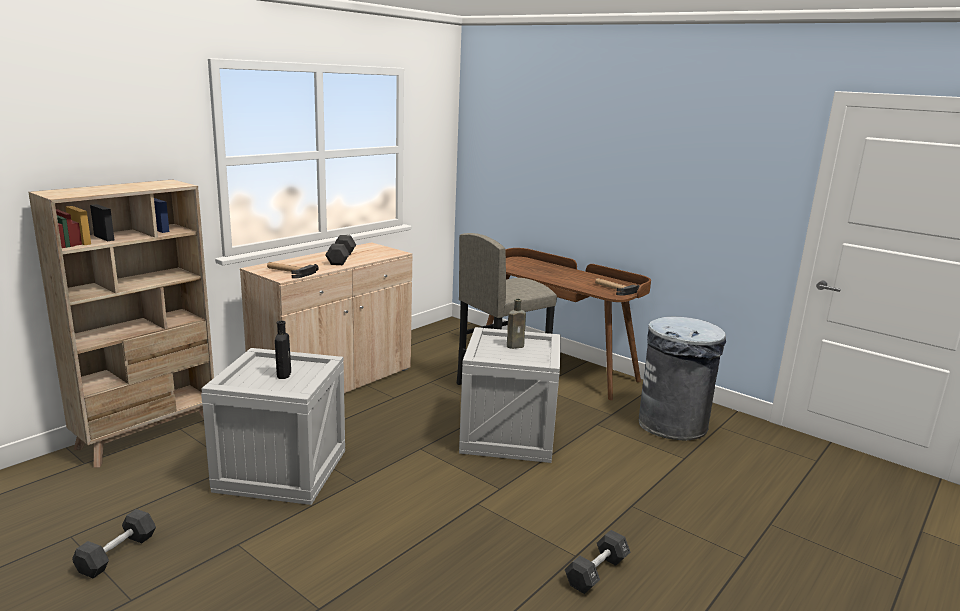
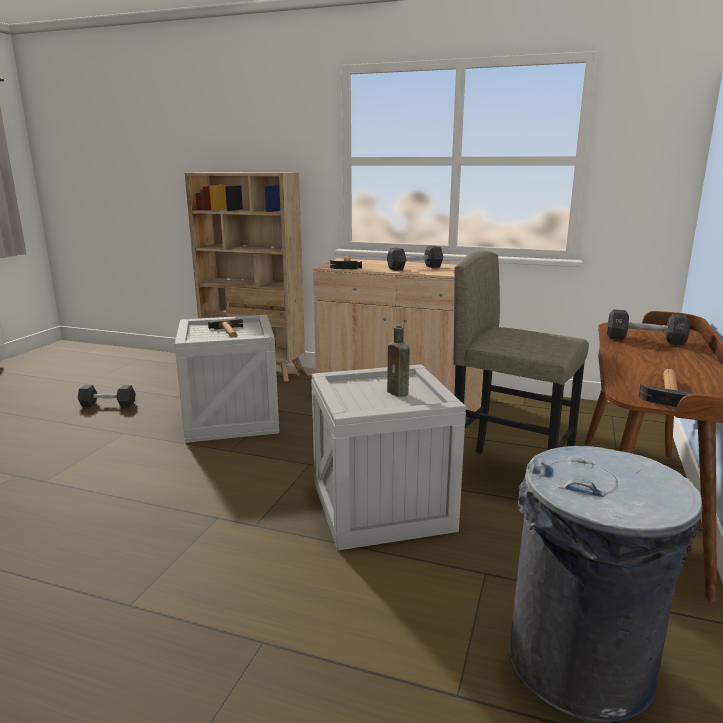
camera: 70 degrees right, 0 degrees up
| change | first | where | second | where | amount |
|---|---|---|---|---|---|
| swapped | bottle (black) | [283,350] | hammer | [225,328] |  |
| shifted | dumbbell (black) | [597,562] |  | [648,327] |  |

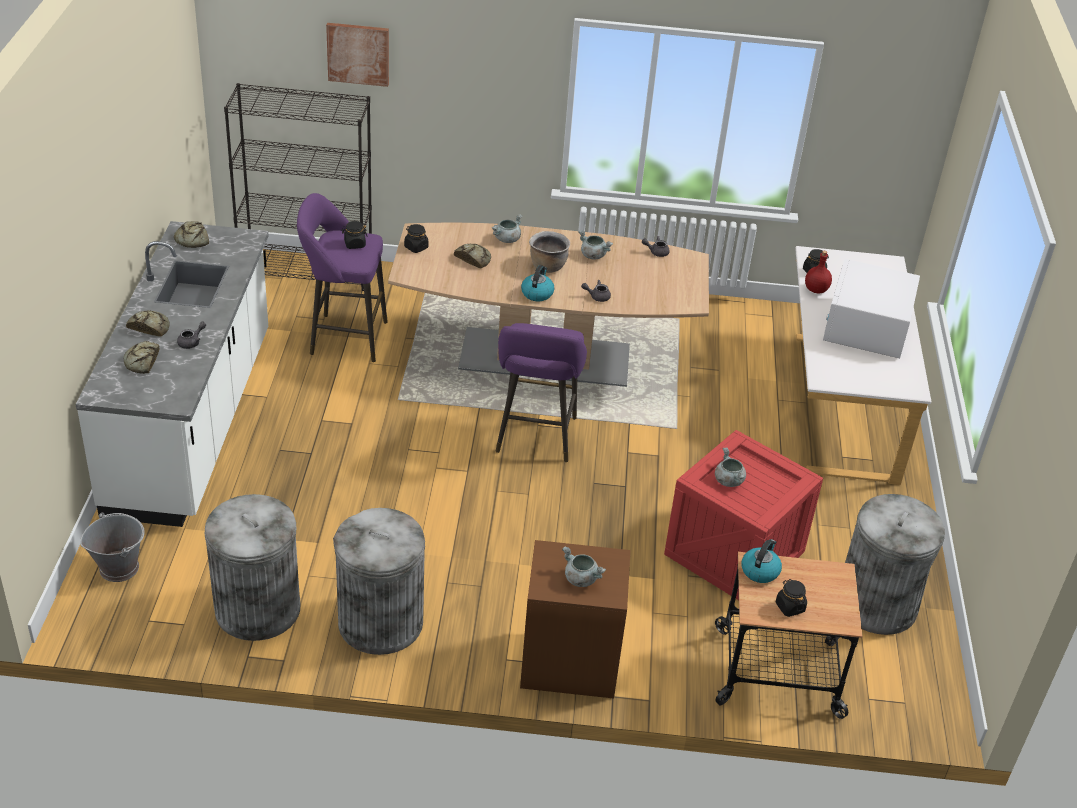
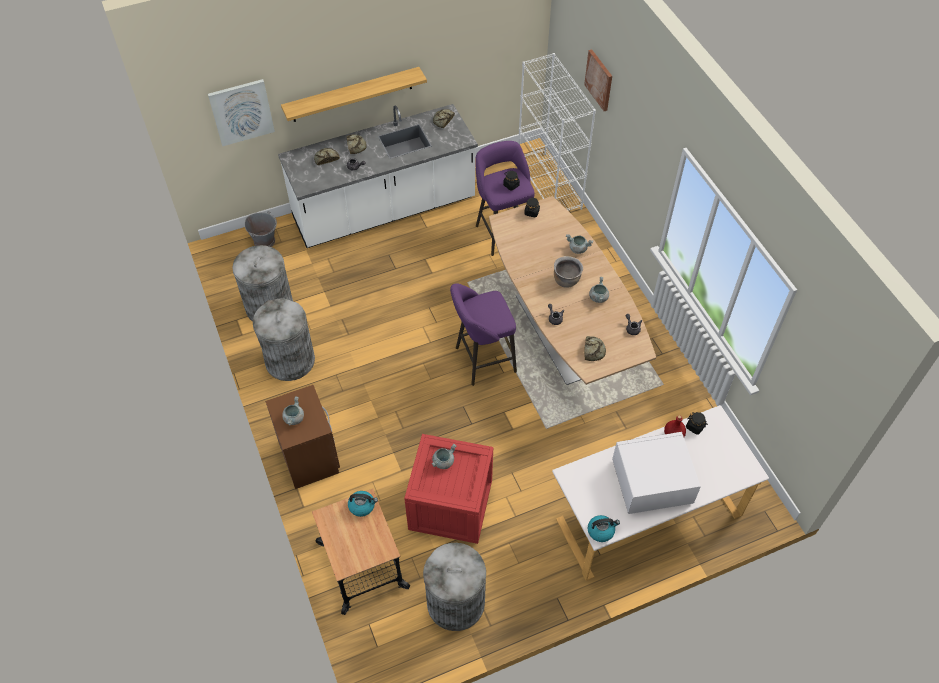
camera: 65 degrees right, 15 degrees up
| change | first | where | second | where | amount |
|---|---|---|---|---|---|
| repainted | bookcase (black) | [298,187] | bookcase (white) | [557,131] |  |
| shifted | bread | [472,256] |  | [595,348] |  |
| shifted | kettle | [537,283] |  | [604,528] |  |
| gone | jar (black) | [791,598] |  |  |  |
| new |  |  | shelf | [354,94] |  |
| new |  |  | picture | [241,112] |  |

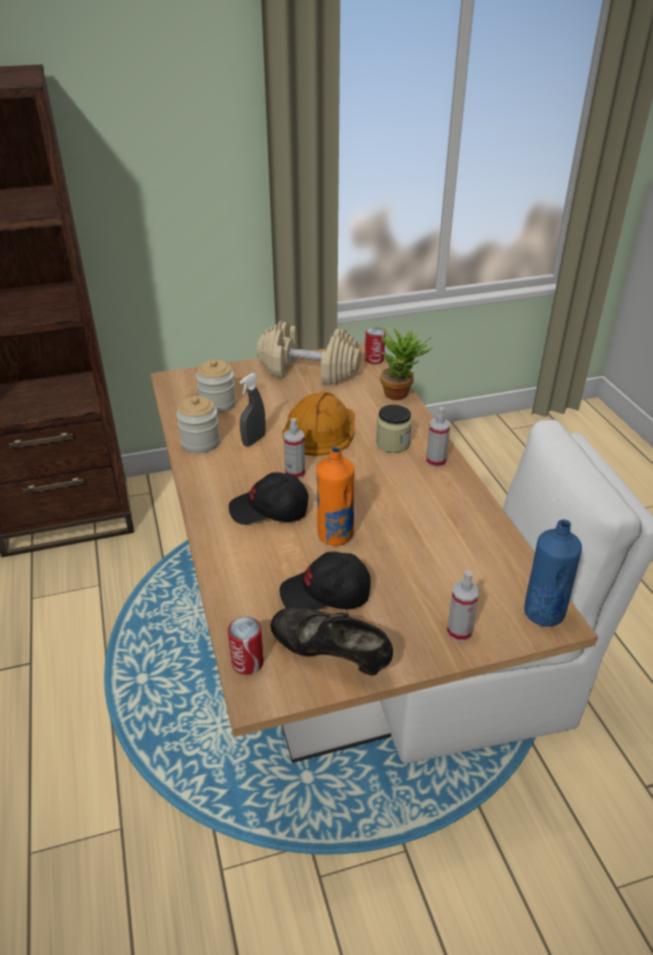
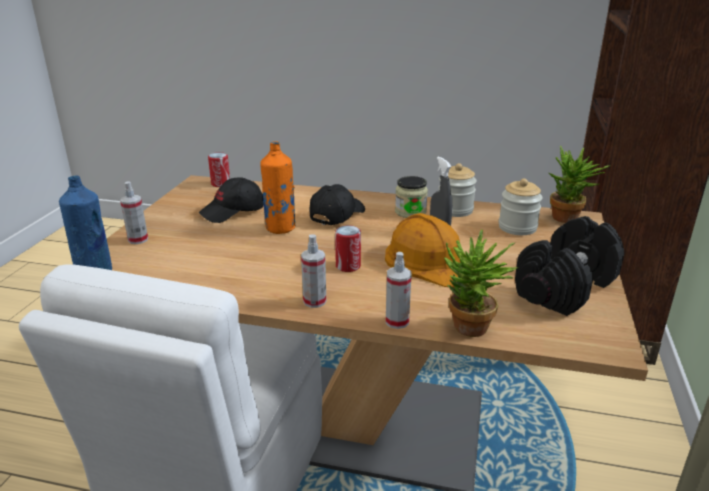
camera: 120 degrees right, 10 degrees down
| change | first | where | second | where | amount |
|---|---|---|---|---|---|
| repainted | dumbbell (beige) | [309,353] | dumbbell (black) | [569,266] |  |
| shifted | can | [375,345] |  | [348,248] |  |
| shifted | jar | [394,429] |  | [411,197] |  |
| shifted | spray bottle | [294,448] |  | [399,290] |  |
| rotated | cap (black) | [325,581] |  | [231,200] | 150 degrees counterclockwise |
| gone | shoe (black) | [332,642] |  |  |  |
| new |  |  | potted plant | [579,184] |  |

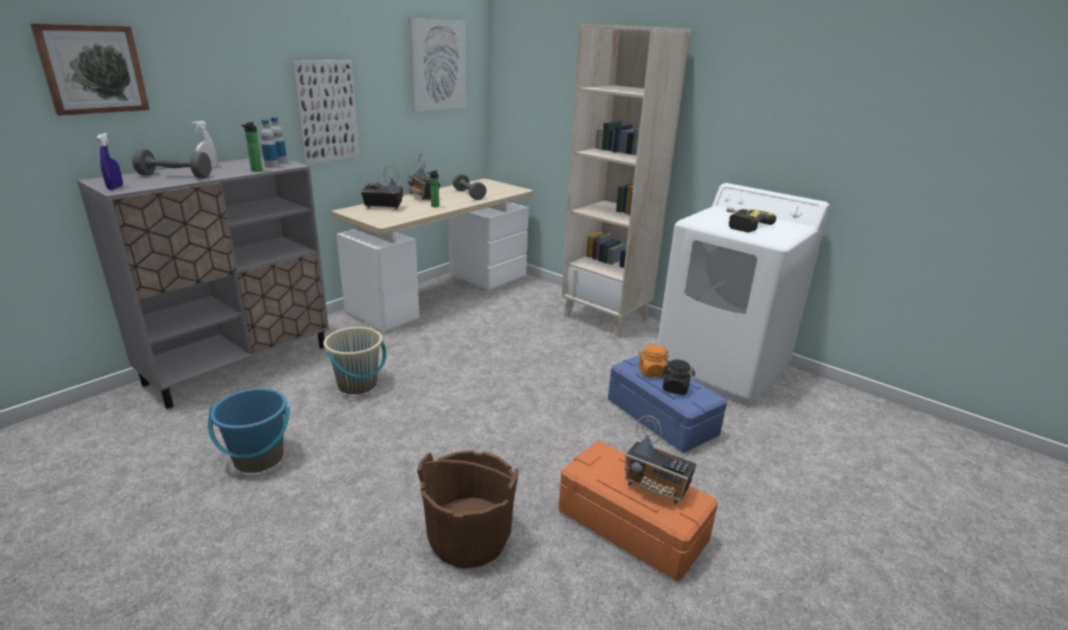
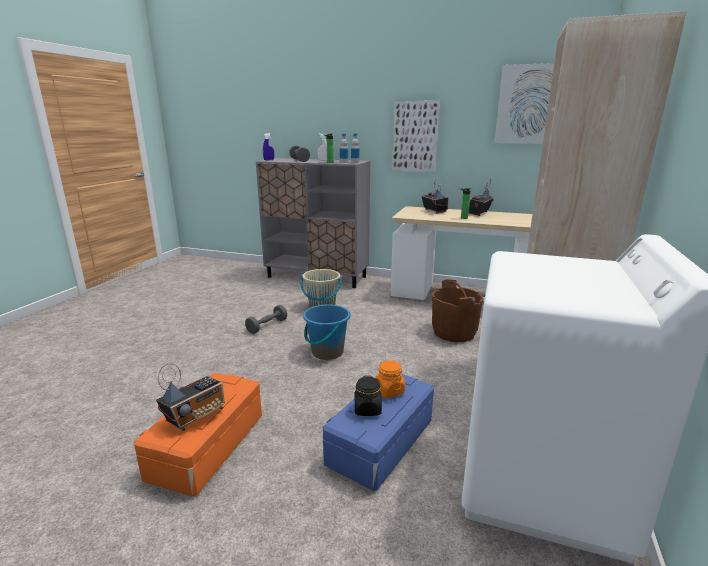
camera: 70 degrees right, 5 degrees down
| change | first | where | second | where | amount |
|---|---|---|---|---|---|
| gone | picture | [90,69] |  |  |  |
| shifted | dumbbell (grey) | [470,187] |  | [266,319] |  |
| gone | power drill | [751,220] |  |  |  |
| shifted | bucket (blue) | [249,430] |  | [326,332] |  |
| rotated | radio | [660,460] |  | [190,397] | 150 degrees counterclockwise |
| shifted | bucket (brown) | [468,509] |  | [458,310] |  |

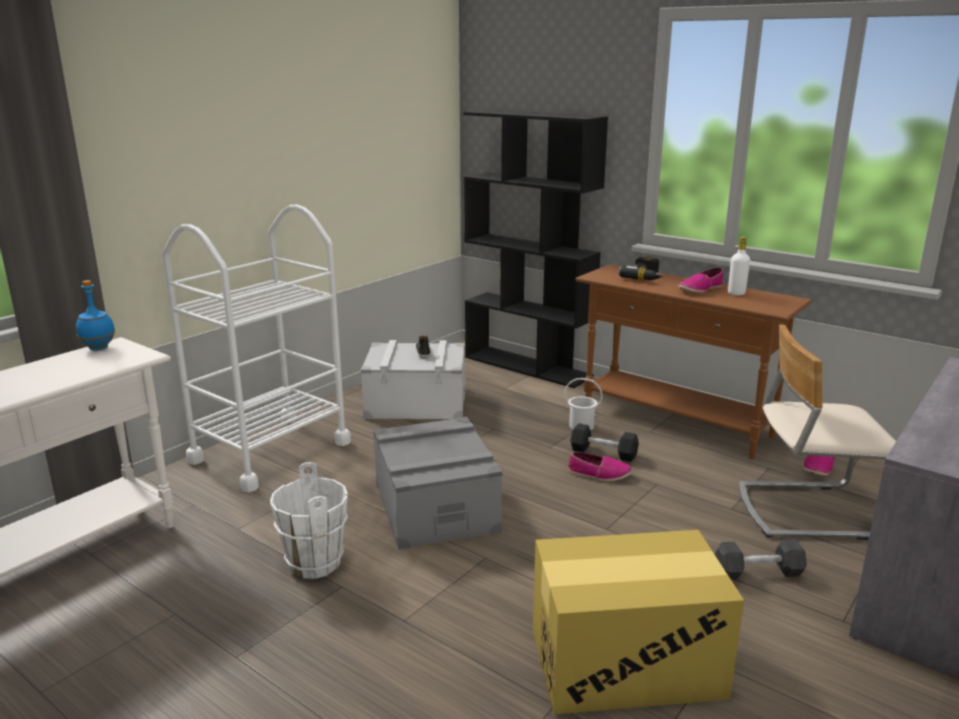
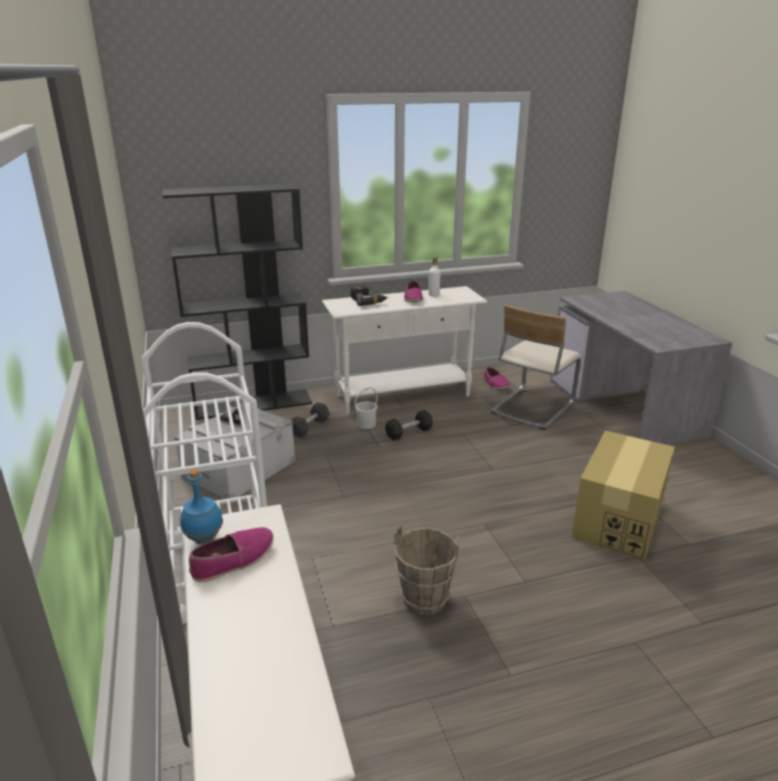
camera: 55 degrees left, 5 degrees up
| change | first | where | second | where | amount |
|---|---|---|---|---|---|
| repainted | console table (brown) | [694,361] | console table (white) | [404,350] |  |
| gone | storage box (grey) | [437,483] |  |  |  |
| shifted | shoe | [600,466] |  | [231,554] |  |
| repainted | bucket (white) | [309,520] | bucket (brown) | [426,570] |  |
| shifted | dumbbell (black) | [761,559] |  | [311,420] |  |

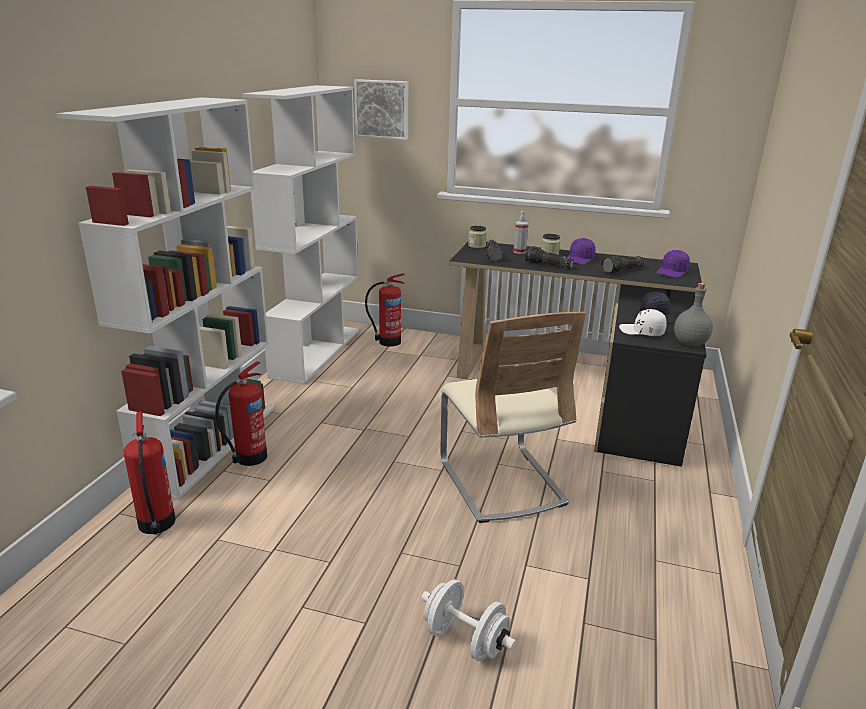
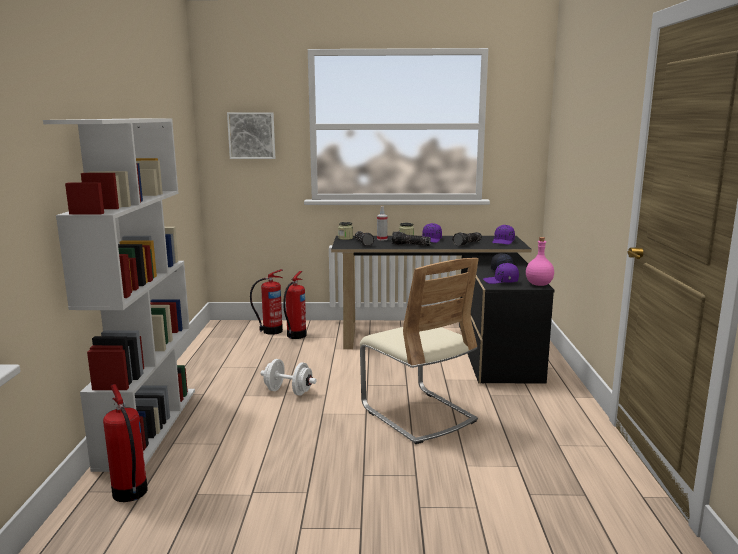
camera: 15 degrees left, 10 degrees down
| change | first | where | second | where | amount |
|---|---|---|---|---|---|
| gone | bookcase (white) | [300,234] |  |  |  |
| repainted | bottle (grey) | [693,314] | bottle (pink) | [540,261] |  |
| repainted | cap (white) | [643,322] | cap (purple) | [501,273] |  |
| shifted | fire extinguisher | [241,413] |  | [294,305] |  |
| shifted | dumbbell (white) | [468,620] |  | [289,377] |  |

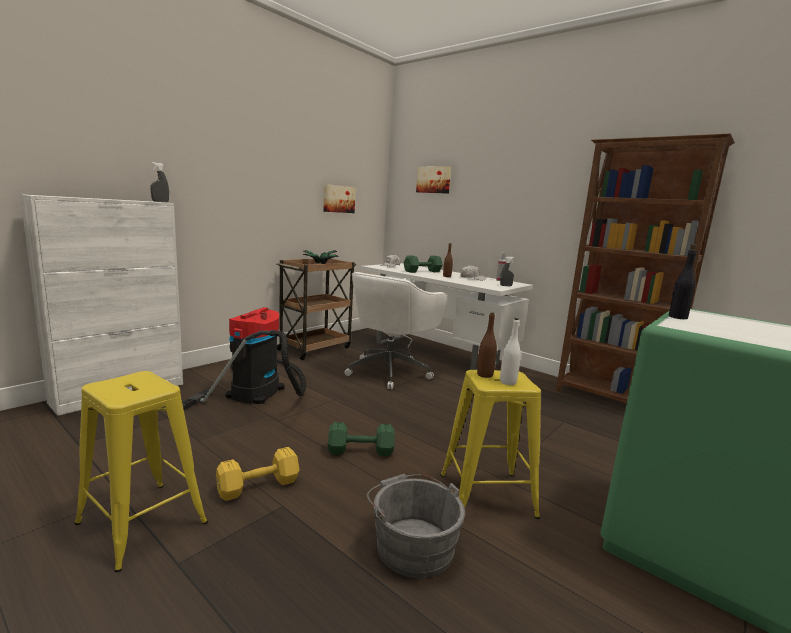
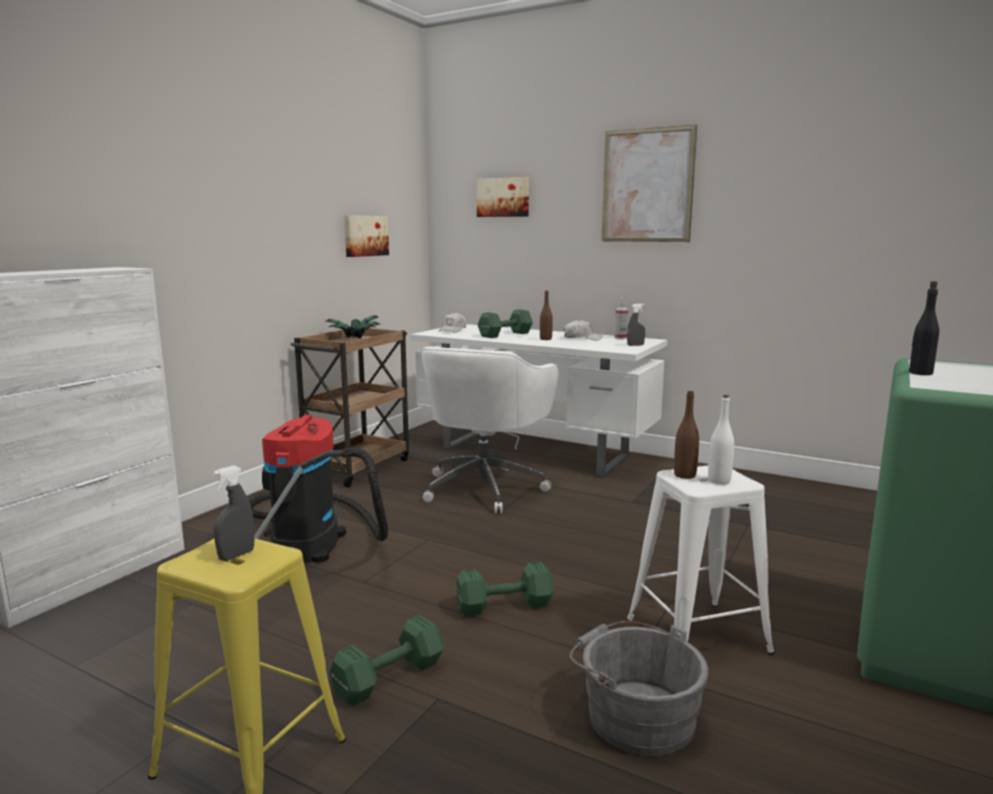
camera: 10 degrees left, 0 degrees up
| change | first | where | second | where | amount |
|---|---|---|---|---|---|
| gone | bookcase (brown) | [645,268] |  |  |  |
| shifted | spray bottle (grey) | [159,182] |  | [234,513] |  |
| repainted | stool (yellow) | [491,444] | stool (white) | [700,560] |  |
| repainted | dumbbell (yellow) | [257,474] | dumbbell (green) | [386,660] |  |
| new |  |  | picture | [649,183] |  |

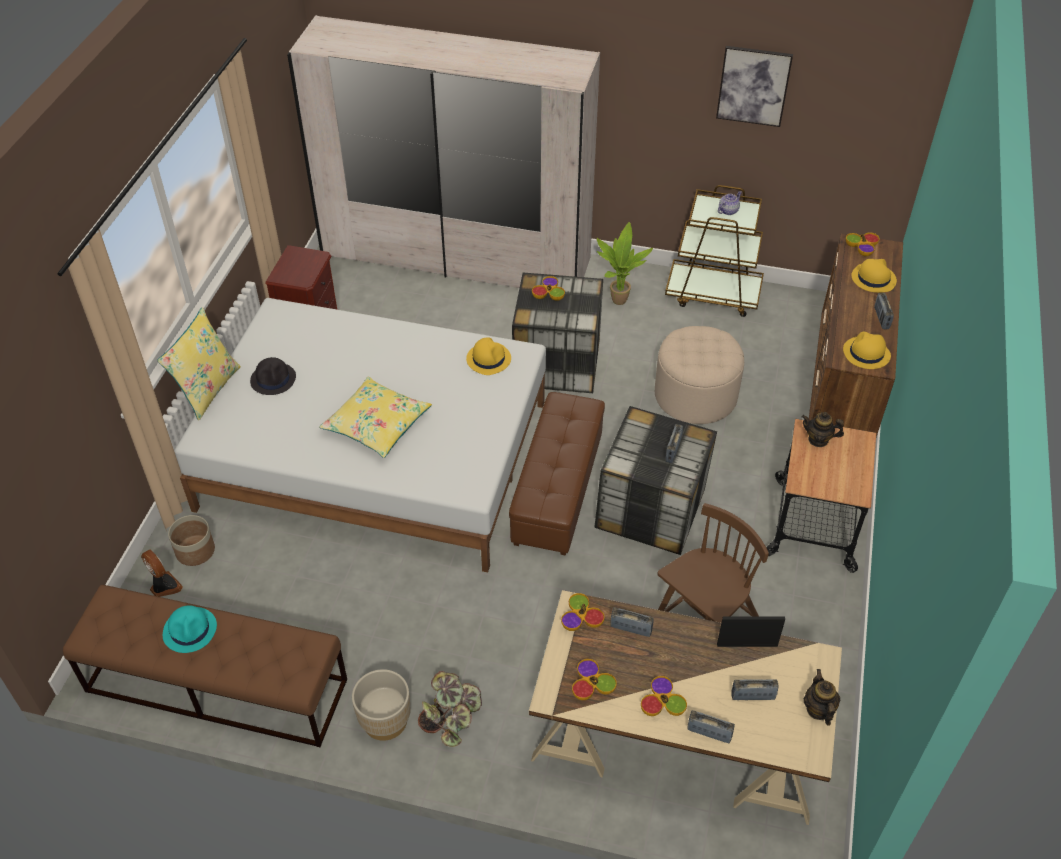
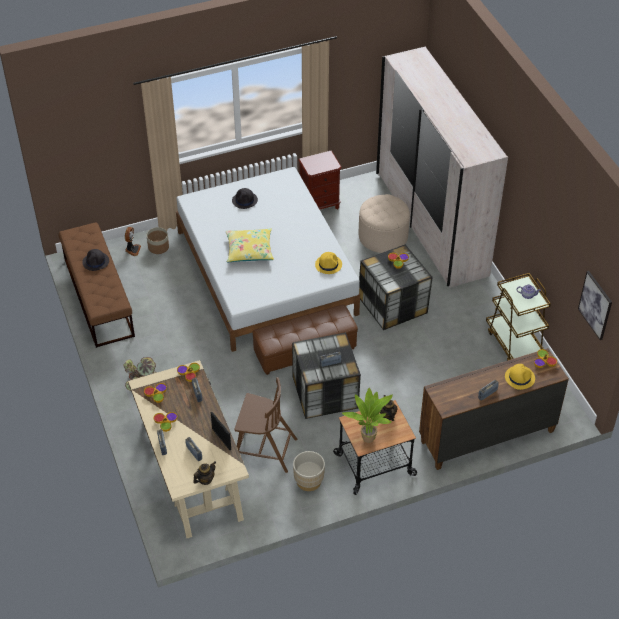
camera: 55 degrees right, 0 degrees up
| change | first | where | second | where | amount |
|---|---|---|---|---|---|
| shifted | picture | [754,86] |  | [595,305] |  |
| shifted | potted plant | [625,263] |  | [367,415] |  |
| gone | pillow (yellow) | [199,363] |  |  |  |
| shifted | ottoman (beige) | [699,375] |  | [384,223] |  |
| gone | hat (yellow) | [867,350] |  |  |  |
| repainted | hat (turquoise) | [190,629] | hat (black) | [95,260] |  |
| shifted | planter (beige) | [381,705] |  | [309,471] |  |

